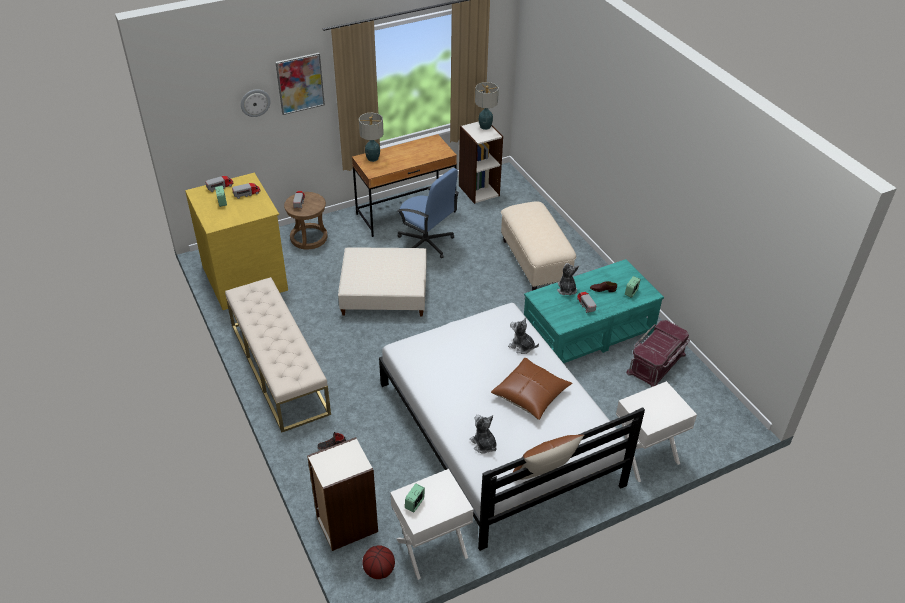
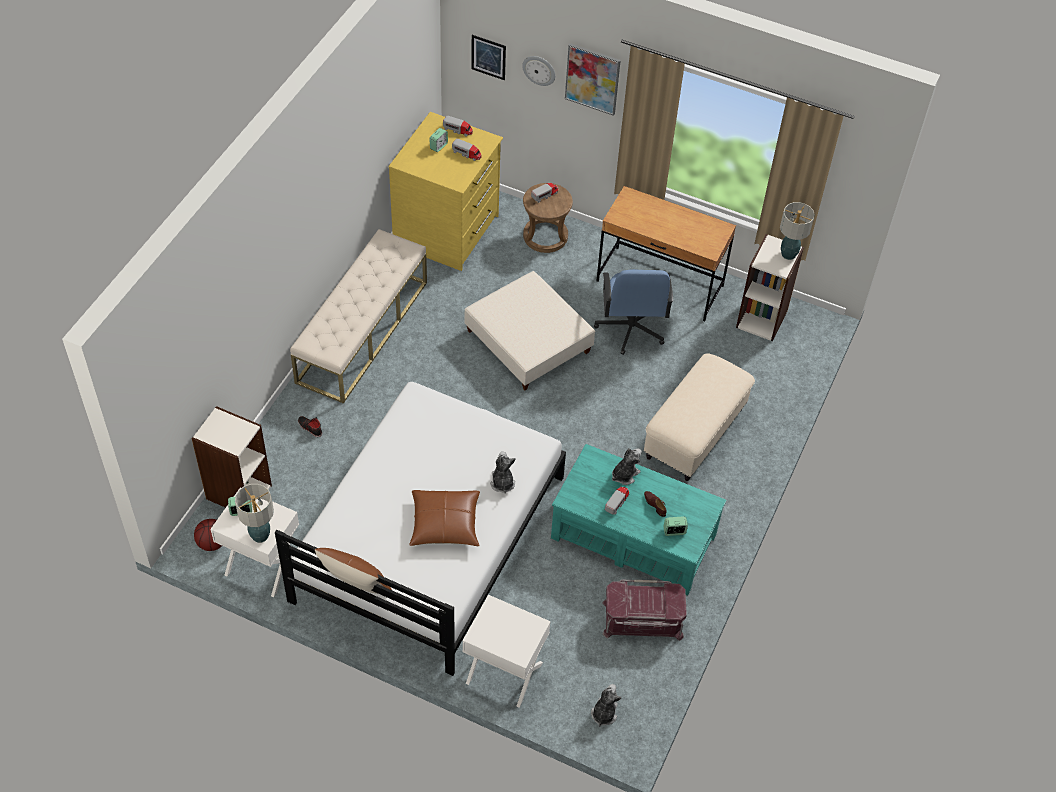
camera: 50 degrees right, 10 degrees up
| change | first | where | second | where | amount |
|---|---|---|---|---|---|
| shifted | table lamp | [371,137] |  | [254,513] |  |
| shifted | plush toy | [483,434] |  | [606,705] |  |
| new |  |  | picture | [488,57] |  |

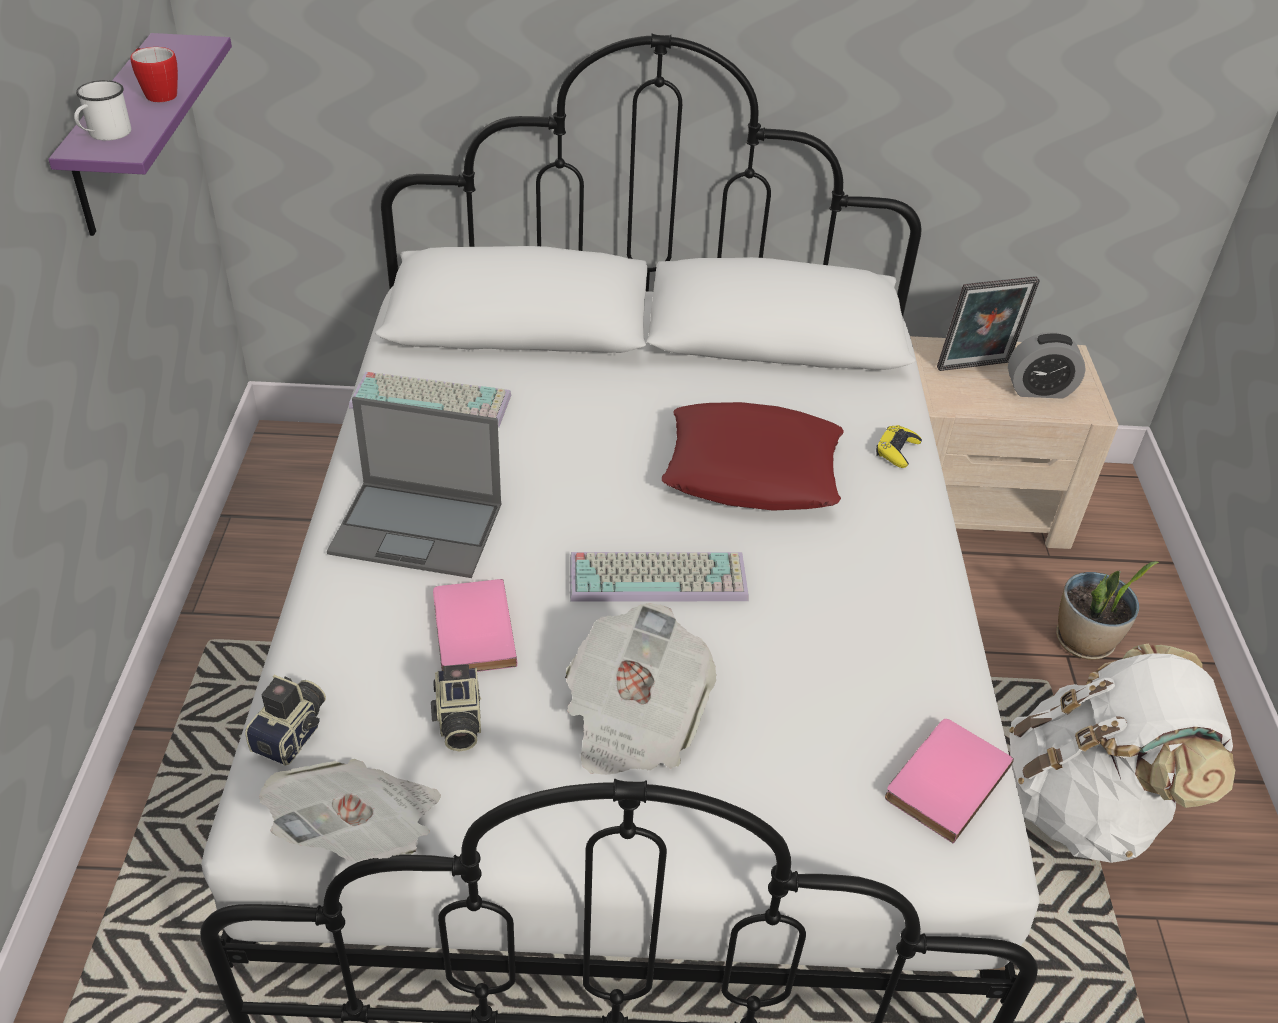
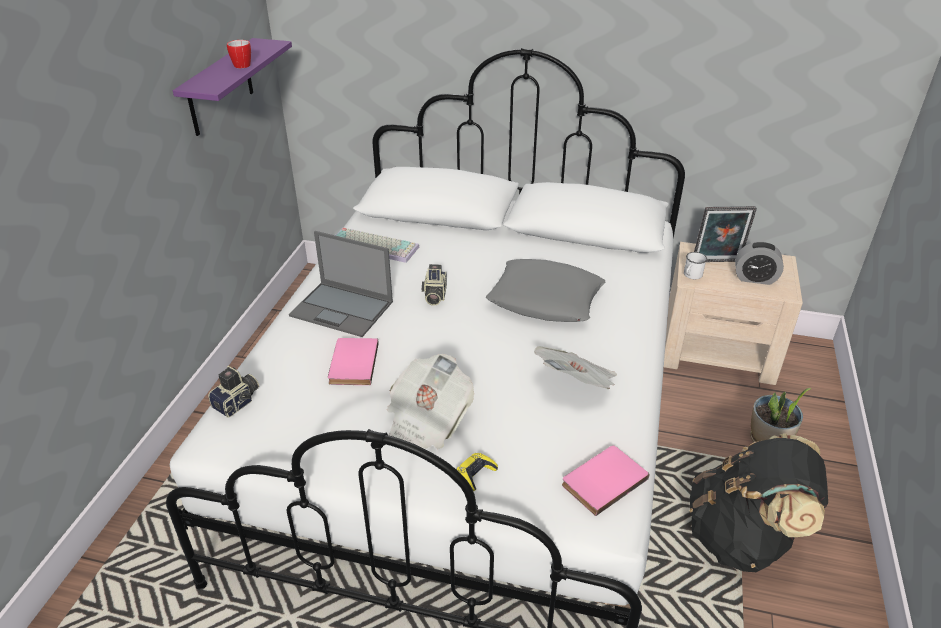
camera: 15 degrees right, 5 degrees down
| change | first | where | second | where | amount |
|---|---|---|---|---|---|
| shifted | mug (white) | [102,110] |  | [695,265] |  |
| repainted | pillow (red) | [753,456] | pillow (grey) | [545,290] |  |
| shifted | game controller (yellow) | [899,446] |  | [477,472] |  |
| gone | keyboard | [659,577] |  |  |  |
| repainted | backpack (white) | [1122,753] | backpack (black) | [759,503] |  |
| shifted | photo camera | [456,707] |  | [434,285] |  |
| shifted | newspaper | [350,810] |  | [575,367] |  |

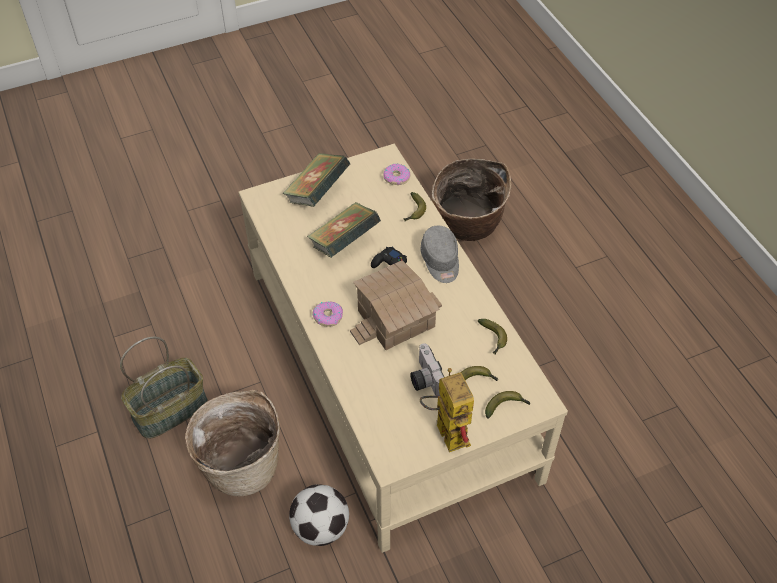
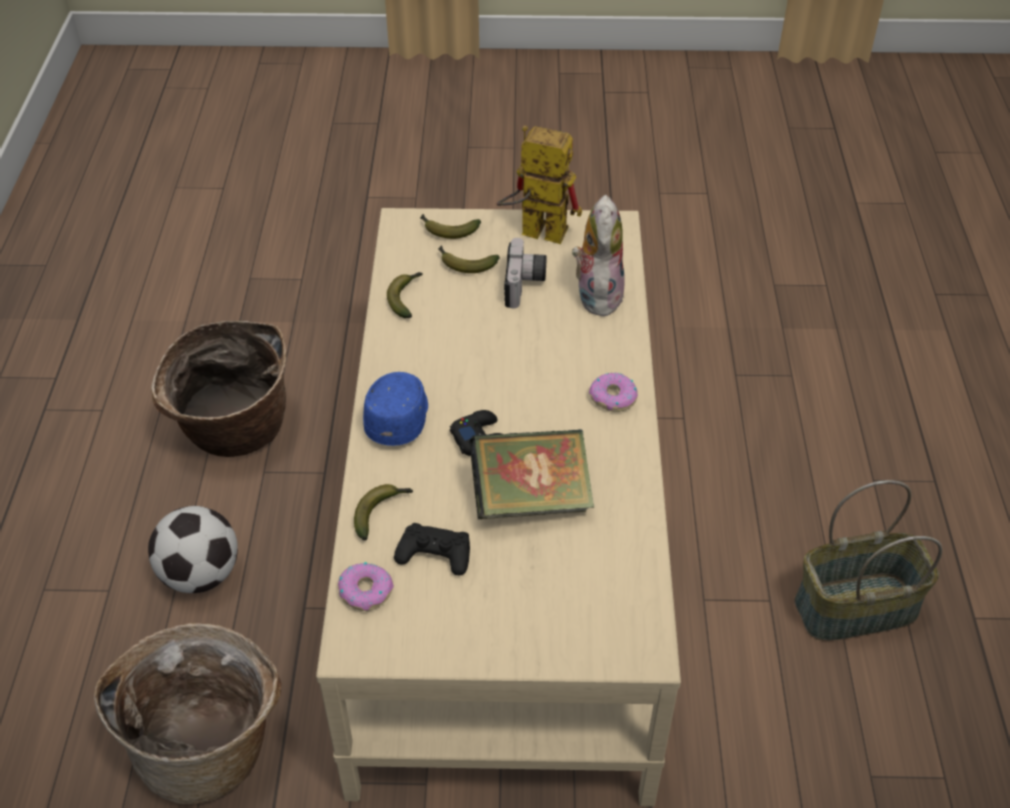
camera: 155 degrees left, 5 degrees down
| change | first | where | second | where | amount |
|---|---|---|---|---|---|
| gone | book | [316,180] |  |  |  |
| repainted | cap (grey) | [440,254] | cap (blue) | [395,409] |  |
| gone | toy house | [396,305] |  |  |  |
| rotated | toy robot | [447,410] |  | [539,185] | 105 degrees clockwise |
| shifted | basket | [232,443] |  | [218,389] |  |
| shifted | football | [319,515] |  | [193,549] |  |
| new |  |  | plush toy | [598,255] |  |
| new |  |  | game controller (black) | [432,549] |  |

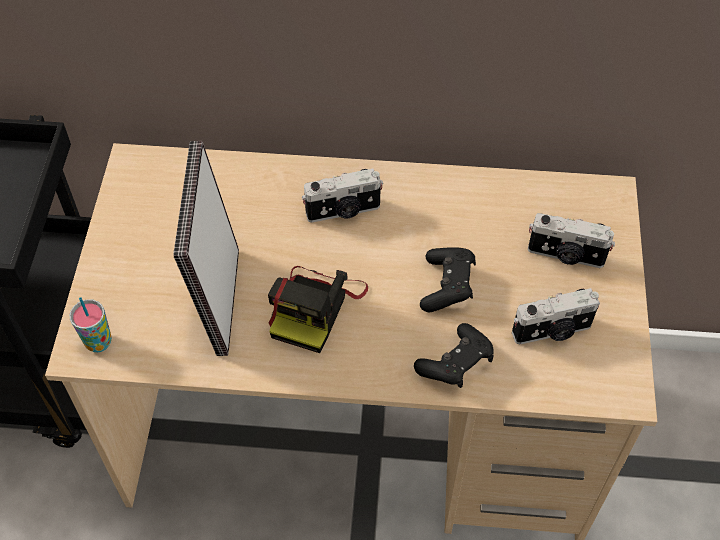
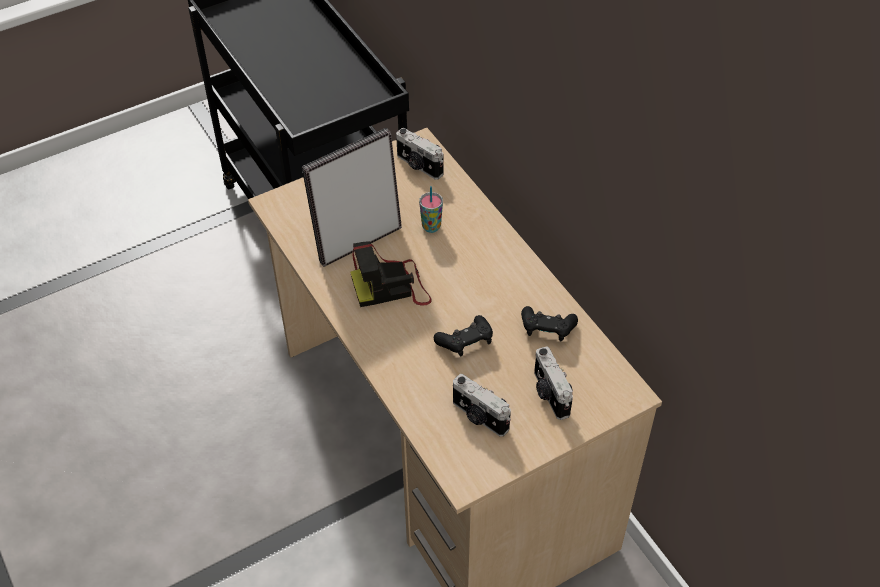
camera: 55 degrees right, 5 degrees down
| change | first | where | second | where | amount |
|---|---|---|---|---|---|
| shifted | photo camera | [342,195] |  | [420,154] |  |
| shifted | cup | [90,324] |  | [431,209] |  |
| shifted | game controller (black) | [454,355] |  | [549,323] |  |

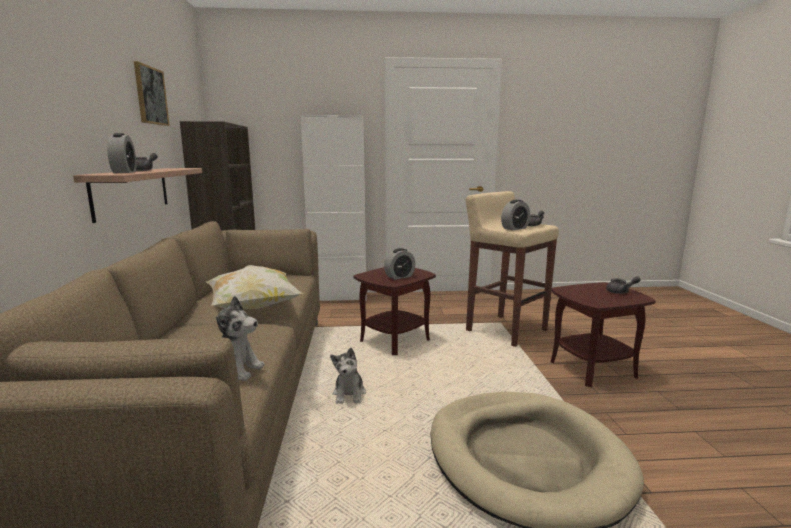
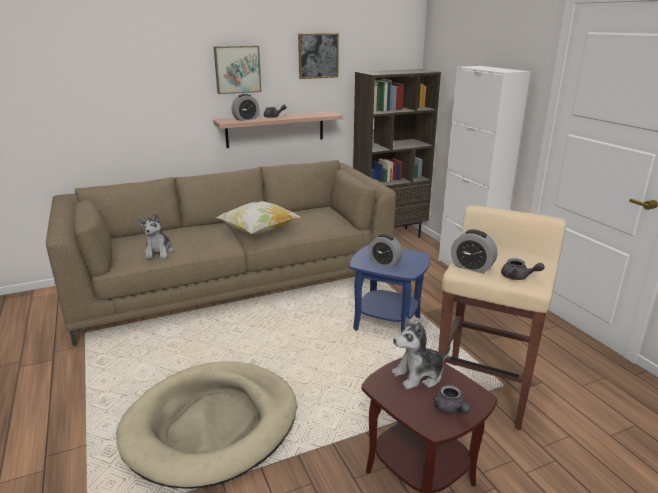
camera: 70 degrees right, 10 degrees up
| change | first | where | second | where | amount |
|---|---|---|---|---|---|
| repainted | side table (brown) | [394,311] | side table (blue) | [390,289] |  |
| shifted | plush toy | [348,376] |  | [421,353] |  |
| new |  |  | picture | [238,70] |  |

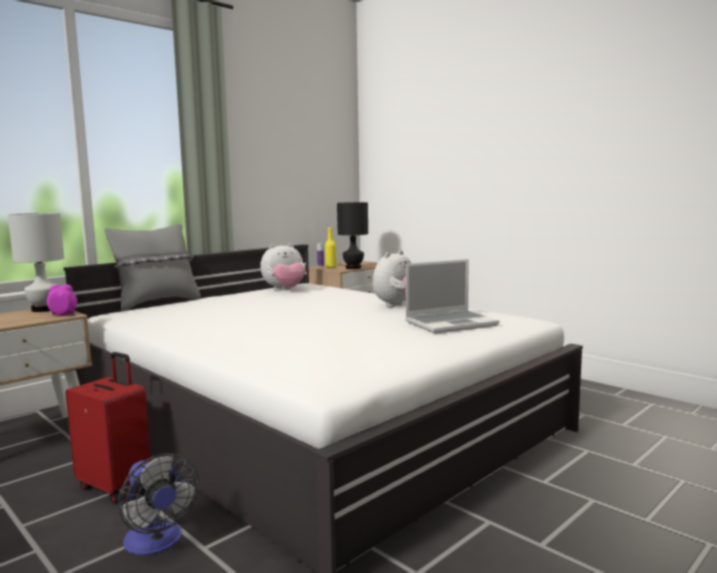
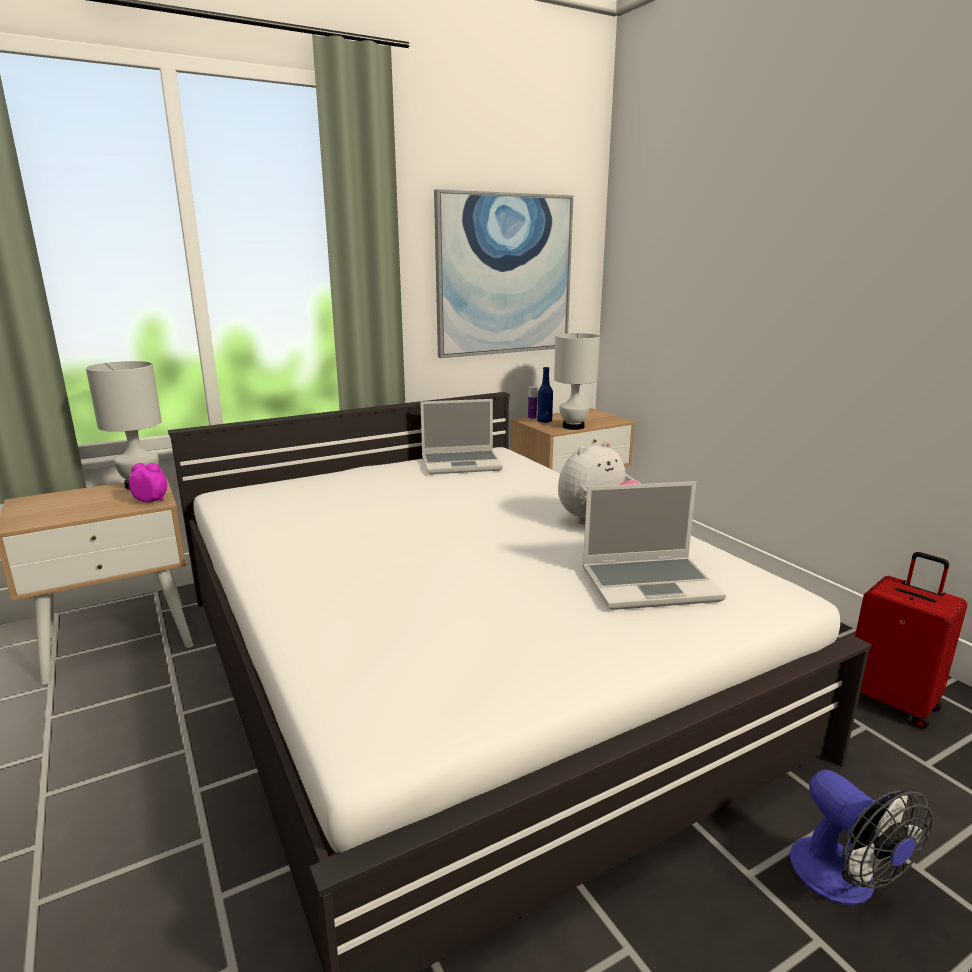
camera: 15 degrees right, 10 degrees up
| change | first | where | second | where | amount |
|---|---|---|---|---|---|
| repainted | table lamp (black) | [352,235] | table lamp (white) | [577,381] |  |
| gone | pillow (grey) | [152,267] |  |  |  |
| repainted | bottle (yellow) | [330,247] | bottle (blue) | [545,395] |  |
| swapped | plush toy | [283,267] | laptop | [461,437] |  |
| shifted | suitcase (red) | [108,428] |  | [911,640] |  |
| shifted | fan | [158,504] |  | [860,837] |  |
| new |  |  | picture | [504,273] |  |

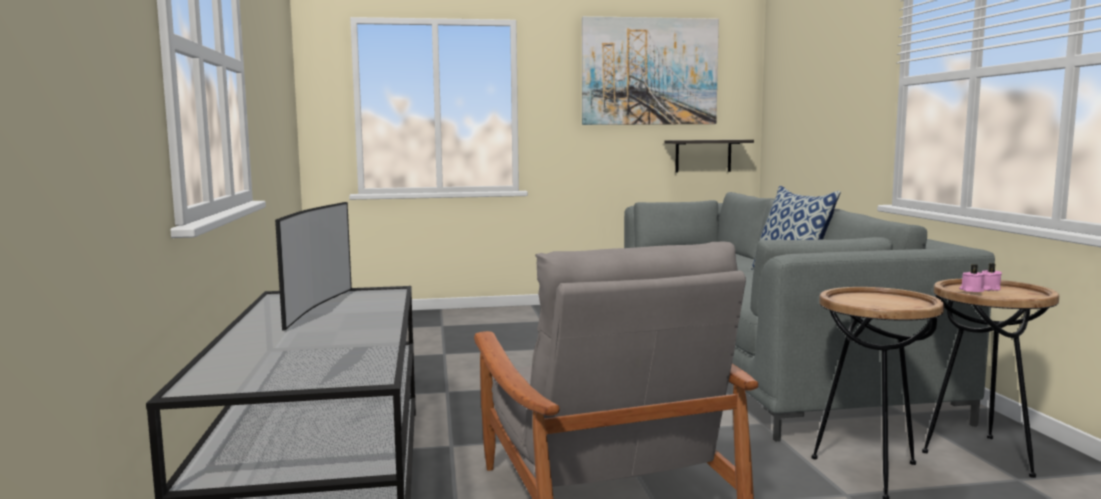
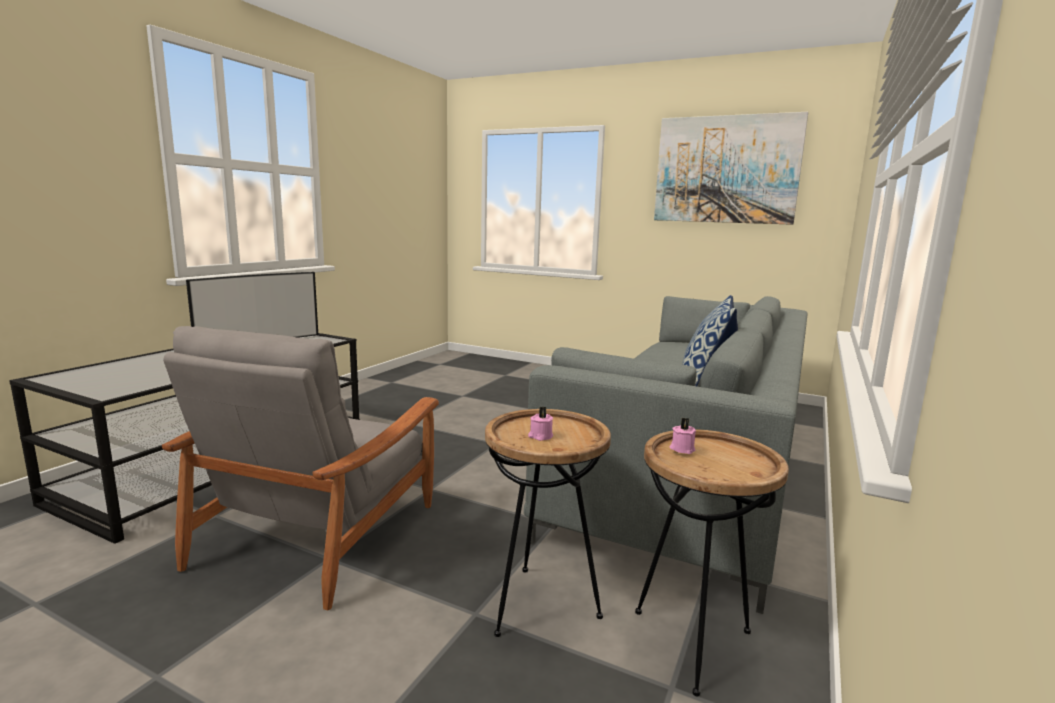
camera: 35 degrees right, 5 degrees up
| change | first | where | second | where | amount |
|---|---|---|---|---|---|
| gone | shelf | [709,156] |  |  |  |
| shifted | candle (pink) | [992,277] |  | [540,424] |  |

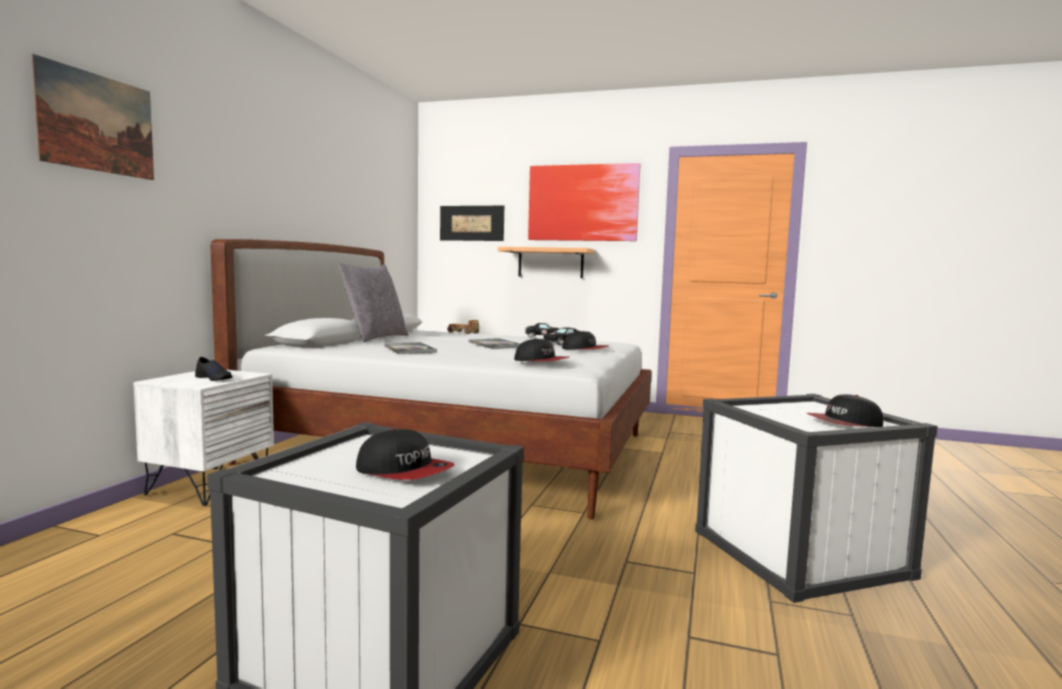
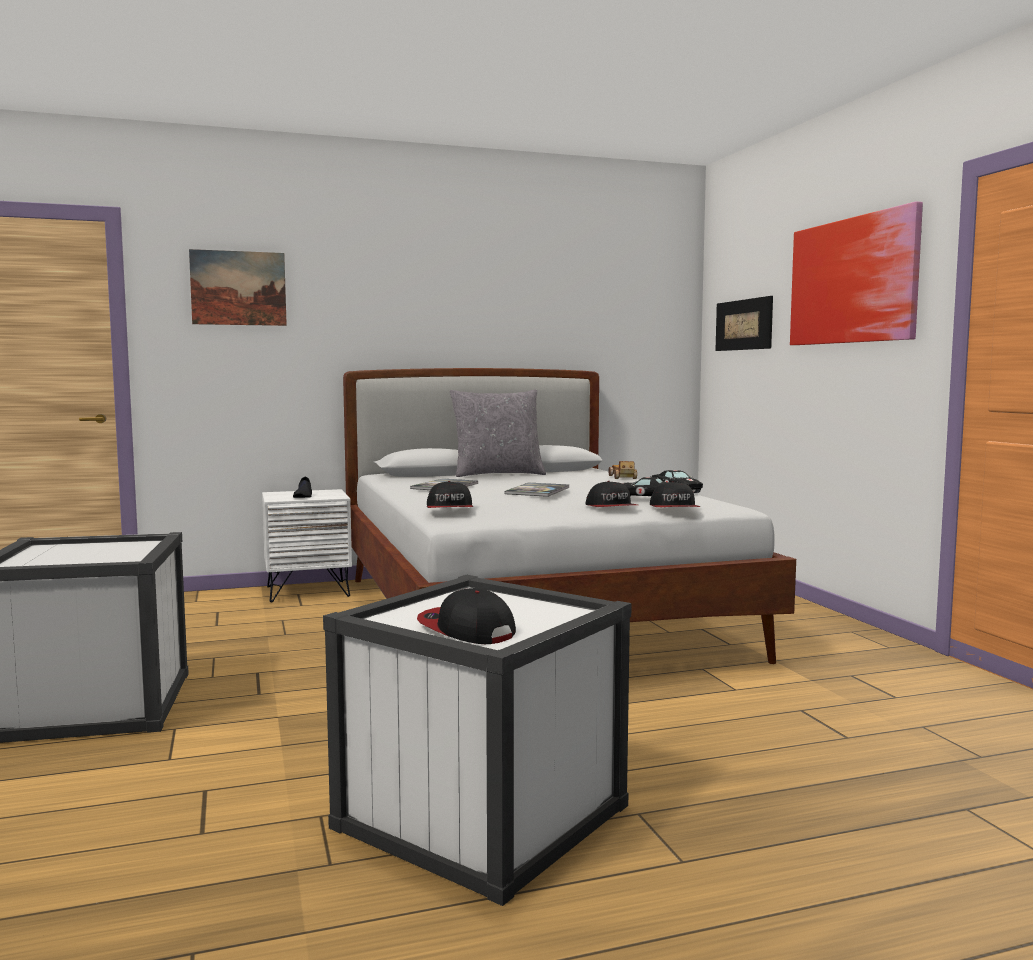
camera: 55 degrees right, 0 degrees up
| change | first | where | second | where | amount |
|---|---|---|---|---|---|
| gone | shelf | [546,262] |  |  |  |
| shifted | cap | [405,454] |  | [675,494] |  |

